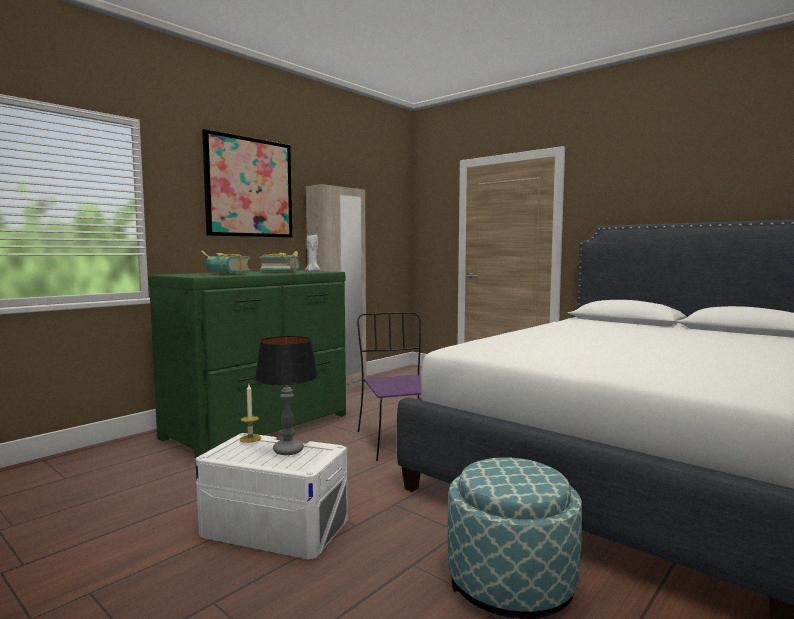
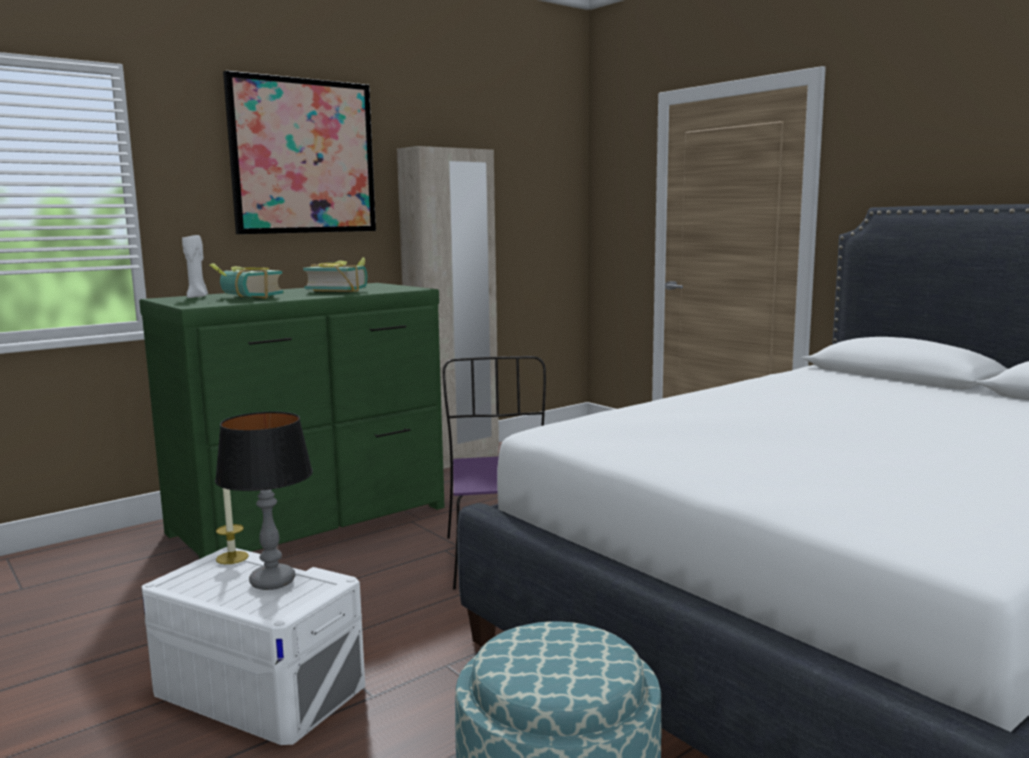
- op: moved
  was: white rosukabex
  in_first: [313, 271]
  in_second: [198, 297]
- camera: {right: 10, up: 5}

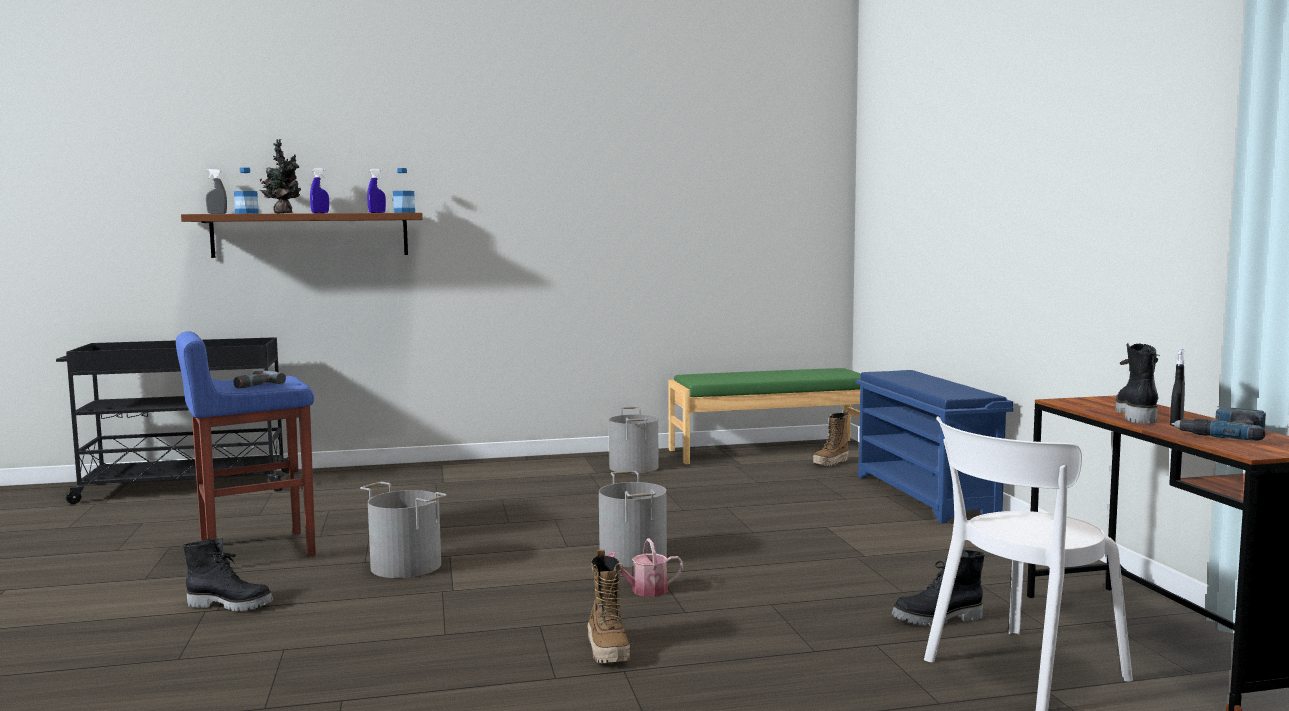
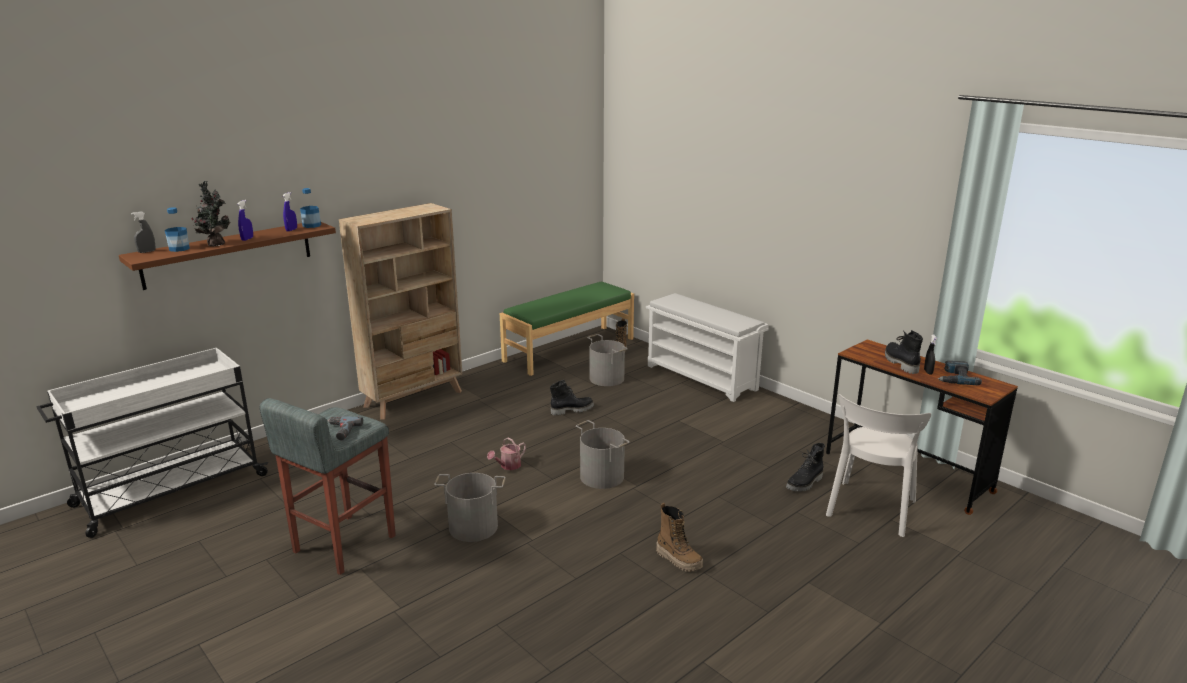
- op: recoloured
  was: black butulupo
  now: white butulupo
  in_first: [183, 487]
  in_second: [169, 491]
- op: recoloured
  was: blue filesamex
  now: grey filesamex
  in_first: [255, 551]
  in_second: [342, 544]
- op: moved
  was: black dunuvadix
  in_first: [231, 605]
  in_second: [572, 410]
- op: moved
  was: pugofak
  in_first: [644, 591]
  in_second: [508, 466]
- op: moved
  was: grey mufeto
  in_first: [634, 467]
  in_second: [607, 378]
- op: recoloured
  was: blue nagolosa
  now: white nagolosa
  in_first: [926, 496]
  in_second: [702, 377]
- op: added
  now: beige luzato
  in_second: [414, 399]
- camera: {right: -30, up: 15}

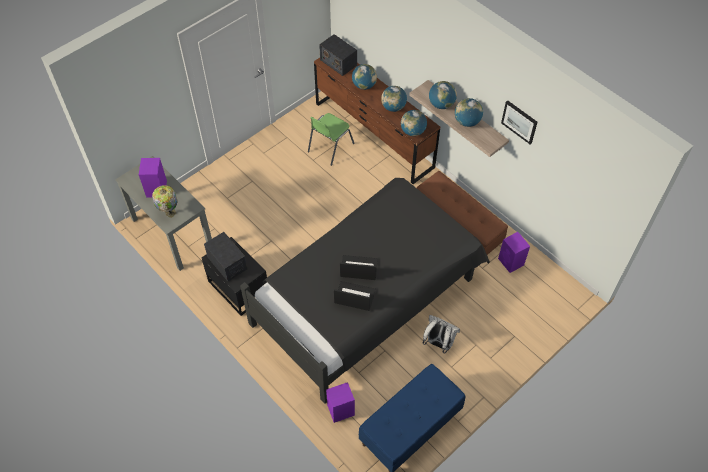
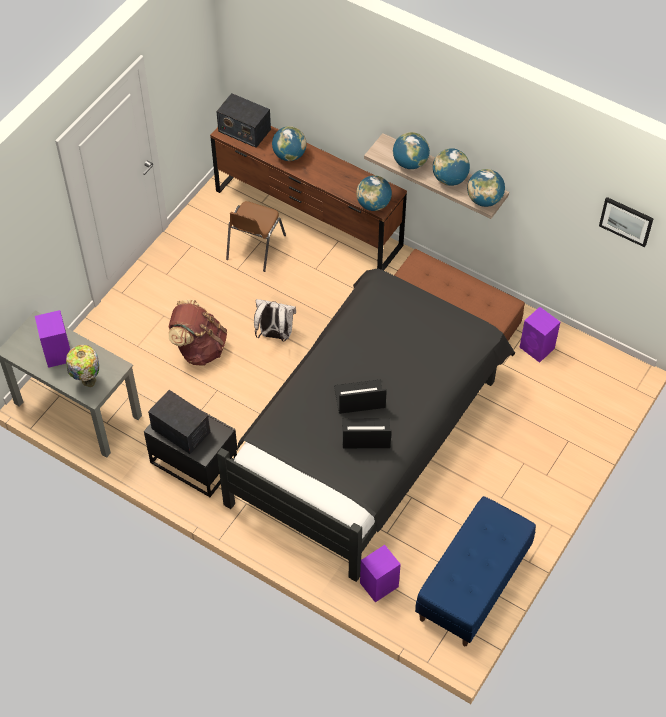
- op: recoloured
  was: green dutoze
  now: brown dutoze
  in_first: [330, 148]
  in_second: [254, 248]
- op: moved
  was: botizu
  in_first: [393, 107]
  in_second: [484, 200]
- op: moved
  was: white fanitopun
  in_first: [438, 343]
  in_second: [274, 334]
- op: moved
  was: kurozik
  in_first: [519, 121]
  in_second: [626, 221]
- op: added
  now: brown fanitopun
  in_second: [199, 348]
- camera: {right: -15, up: 0}

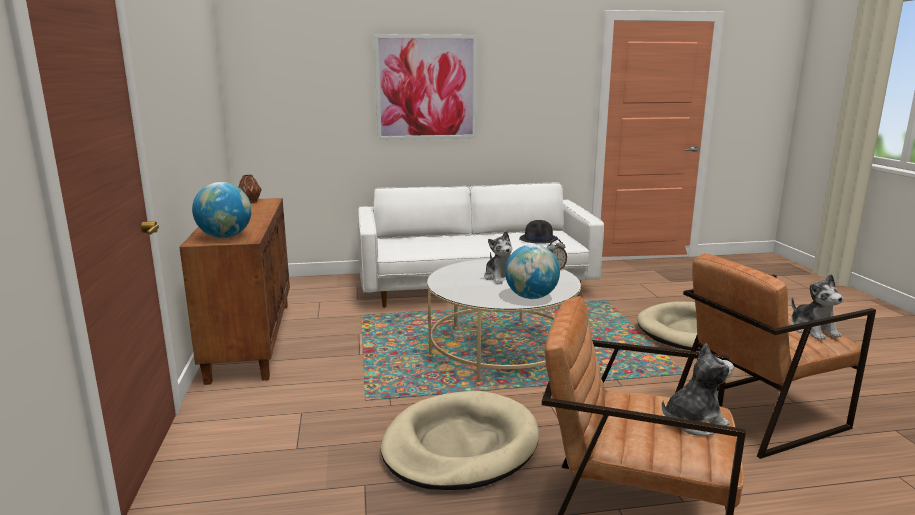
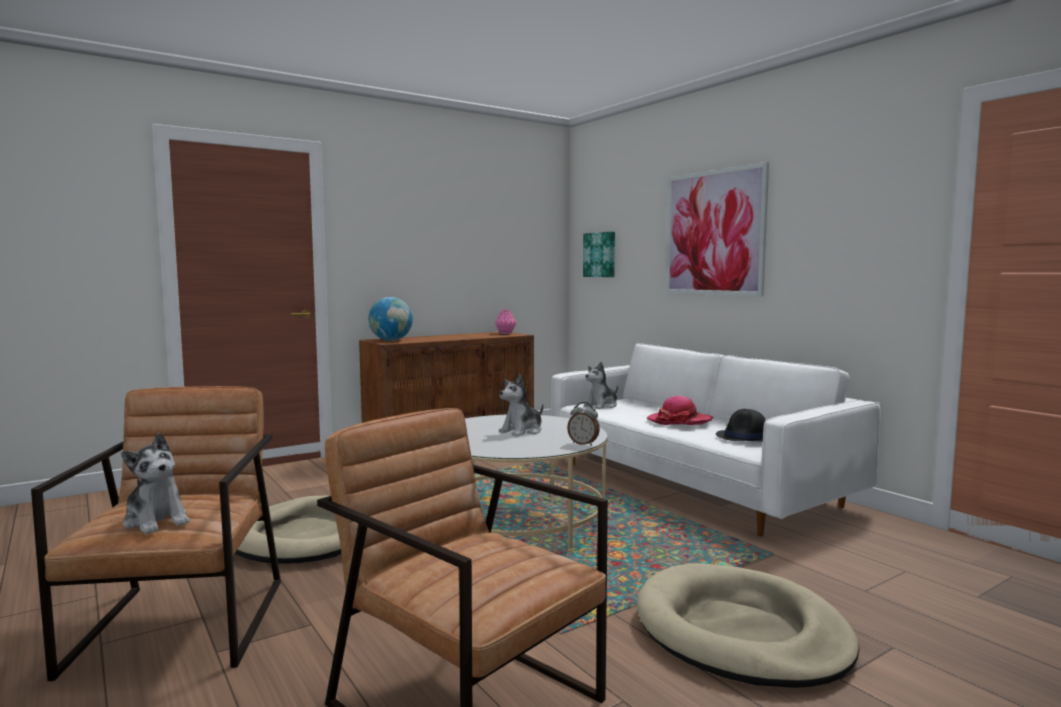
- op: recoloured
  was: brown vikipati
  now: pink vikipati
  in_first: [250, 202]
  in_second: [506, 333]
- op: removed
  was: botizu
  in_first: [531, 297]
- op: moved
  was: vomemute
  in_first: [813, 330]
  in_second: [602, 406]
- op: added
  now: kurozik
  in_second: [600, 254]
- op: added
  now: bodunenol
  in_second: [679, 421]
- camera: {right: 65, up: -10}

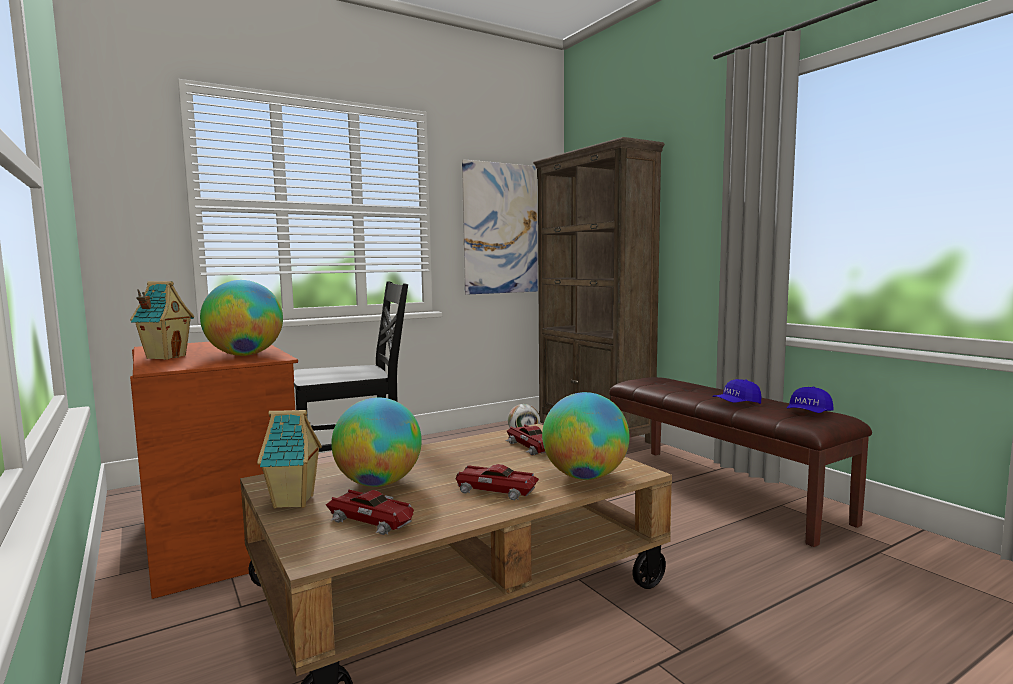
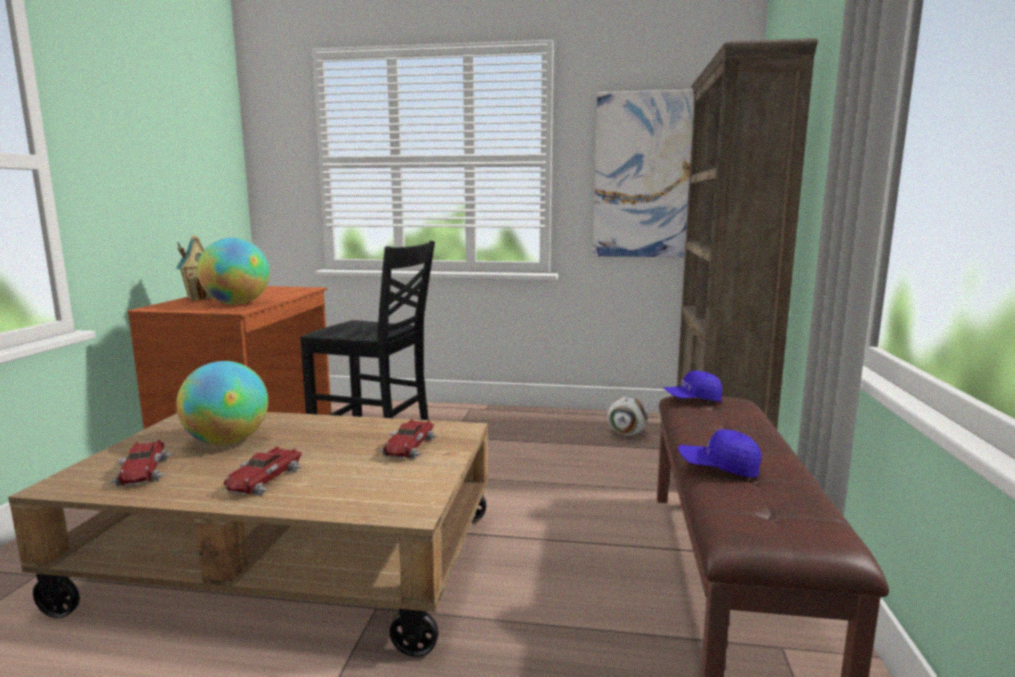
- op: removed
  was: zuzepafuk
  in_first: [294, 502]
- op: turned
  was: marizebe
  in_first: [494, 490]
  in_second: [264, 480]
  clockwise: -135
- op: removed
  was: botizu
  in_first: [585, 476]
- op: moved
  was: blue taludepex
  in_first: [808, 414]
  in_second: [692, 400]
- camera: {right: 40, up: 5}

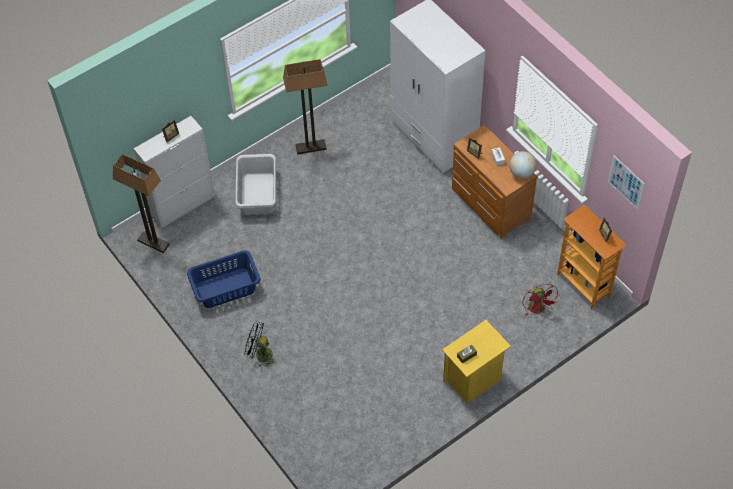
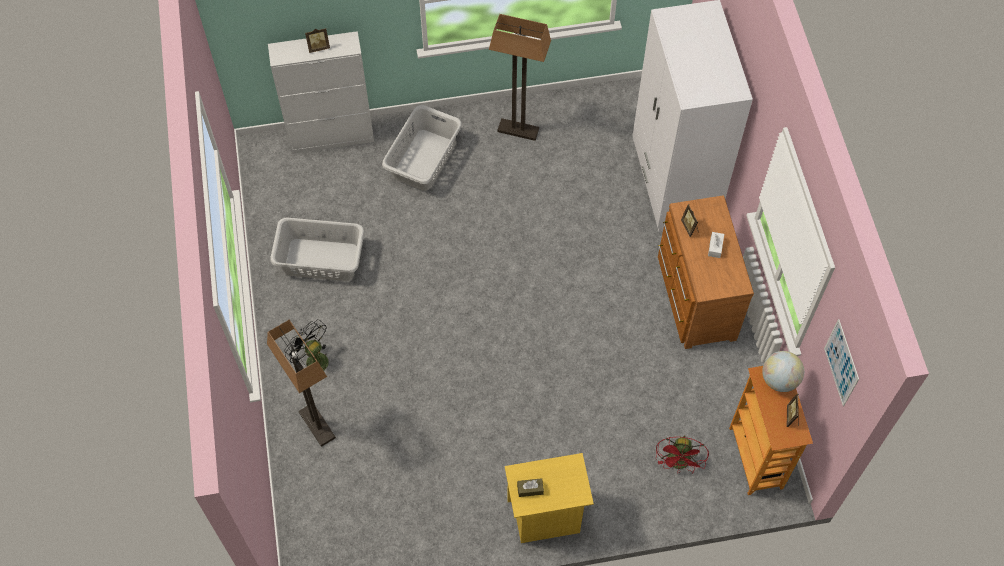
- op: moved
  was: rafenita
  in_first: [153, 243]
  in_second: [316, 425]
- op: recoloured
  was: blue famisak
  now: grey famisak
  in_first: [225, 288]
  in_second: [320, 259]
- op: moved
  was: botizu
  in_first: [521, 173]
  in_second: [779, 380]
- camera: {right: 25, up: 5}

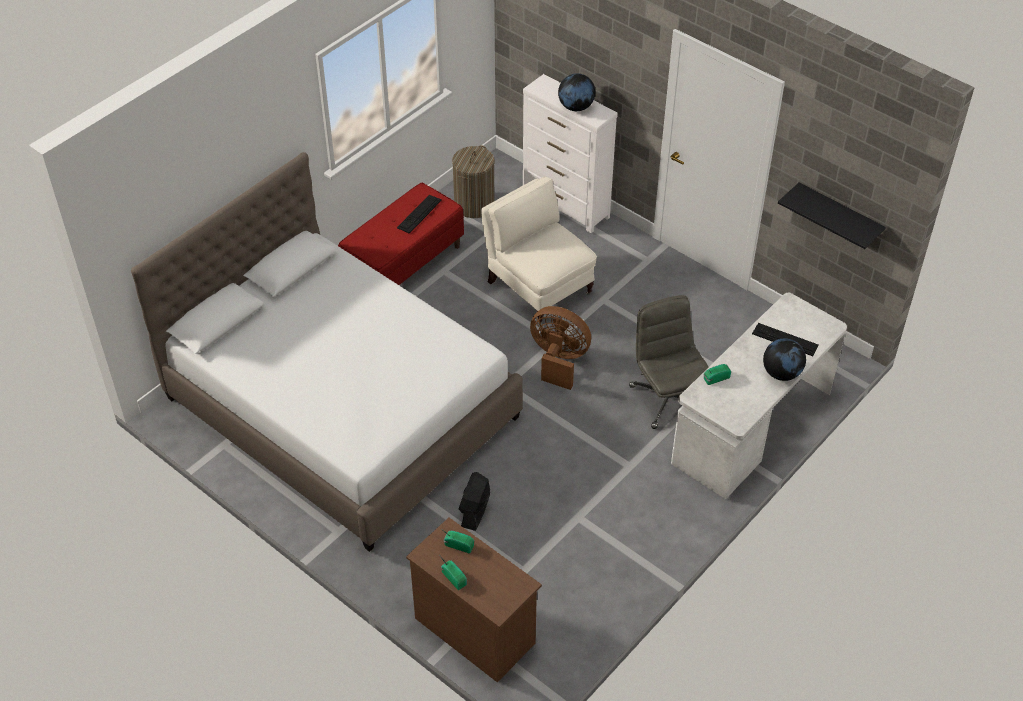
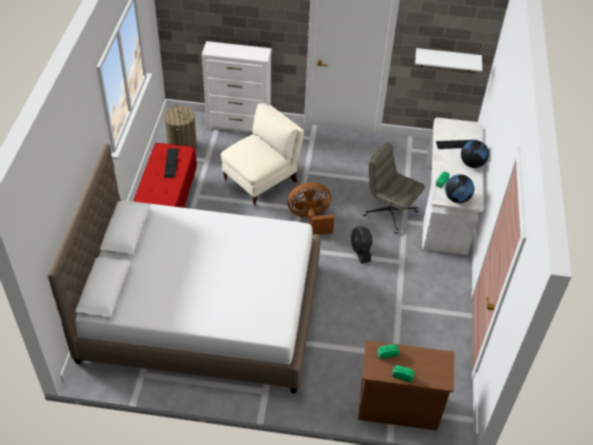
- op: moved
  was: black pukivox
  in_first: [475, 510]
  in_second: [360, 251]
- op: turned
  was: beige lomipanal
  in_first: [538, 286]
  in_second: [262, 180]
  clockwise: 120
- op: moved
  was: botizu
  in_first: [576, 107]
  in_second: [457, 198]
- op: recoloured
  was: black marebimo
  now: white marebimo
  in_first: [839, 216]
  in_second: [447, 60]
- camera: {right: -35, up: 0}

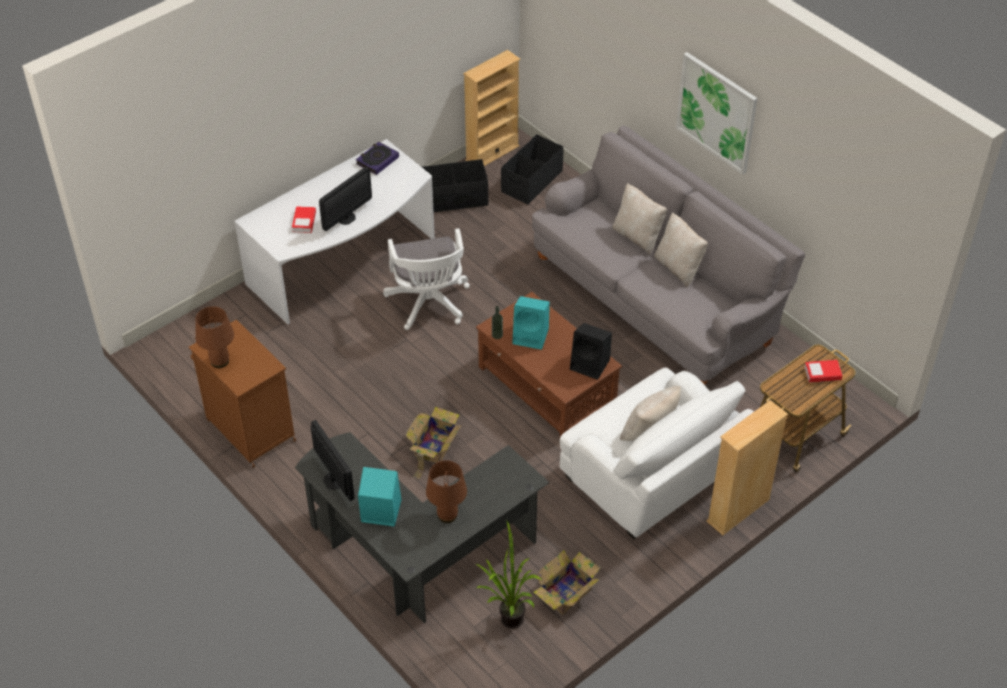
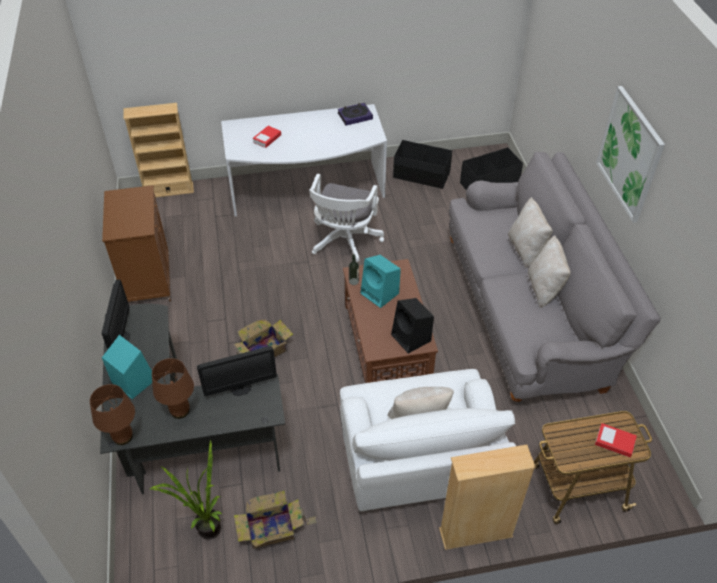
- op: moved
  was: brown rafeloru
  in_first: [219, 361]
  in_second: [122, 437]
- op: moved
  was: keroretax
  in_first: [346, 218]
  in_second: [240, 388]
- op: moved
  was: beige luzato
  in_first: [492, 153]
  in_second: [169, 190]
- camera: {right: 30, up: 0}

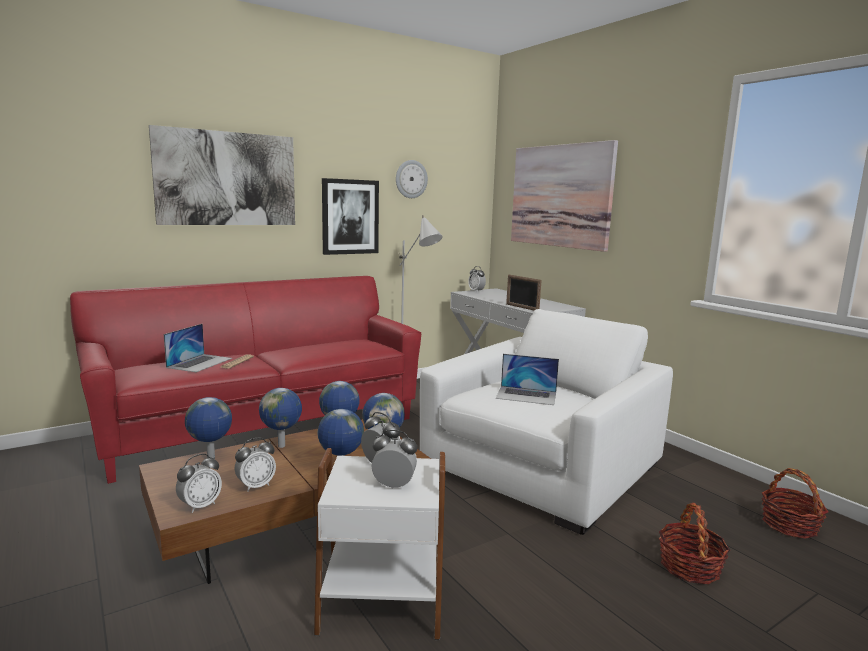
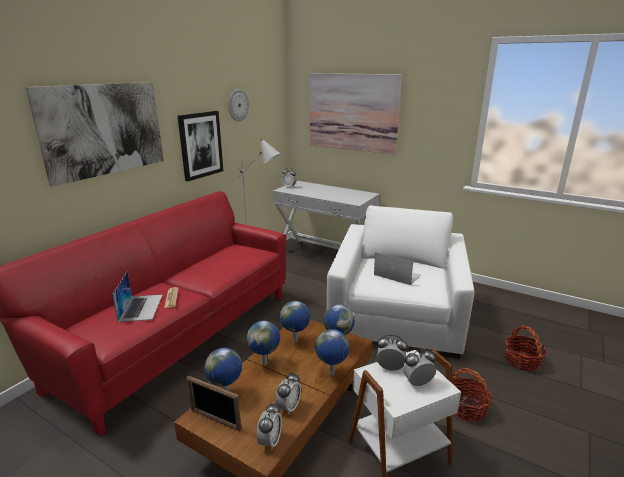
- op: turned
  was: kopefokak
  in_first: [526, 395]
  in_second: [397, 274]
  clockwise: -135
- op: moved
  was: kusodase
  in_first: [522, 307]
  in_second: [215, 420]
- op: moved
  was: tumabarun
  in_first: [790, 525]
  in_second: [466, 408]
- camera: {right: -25, up: 10}

